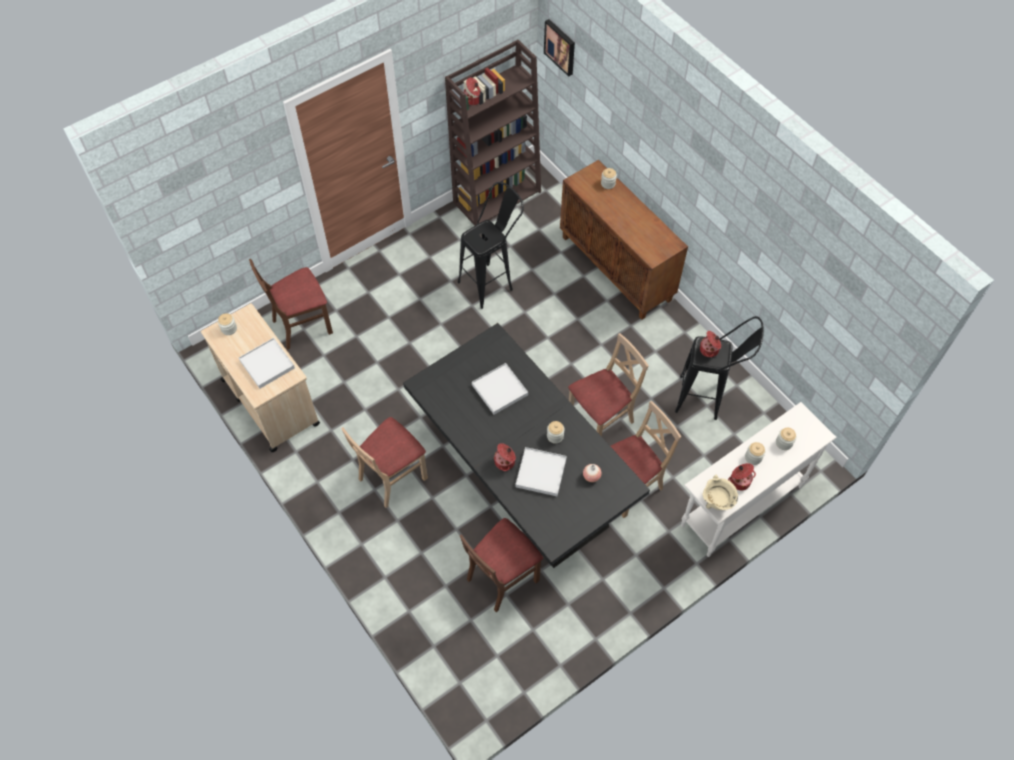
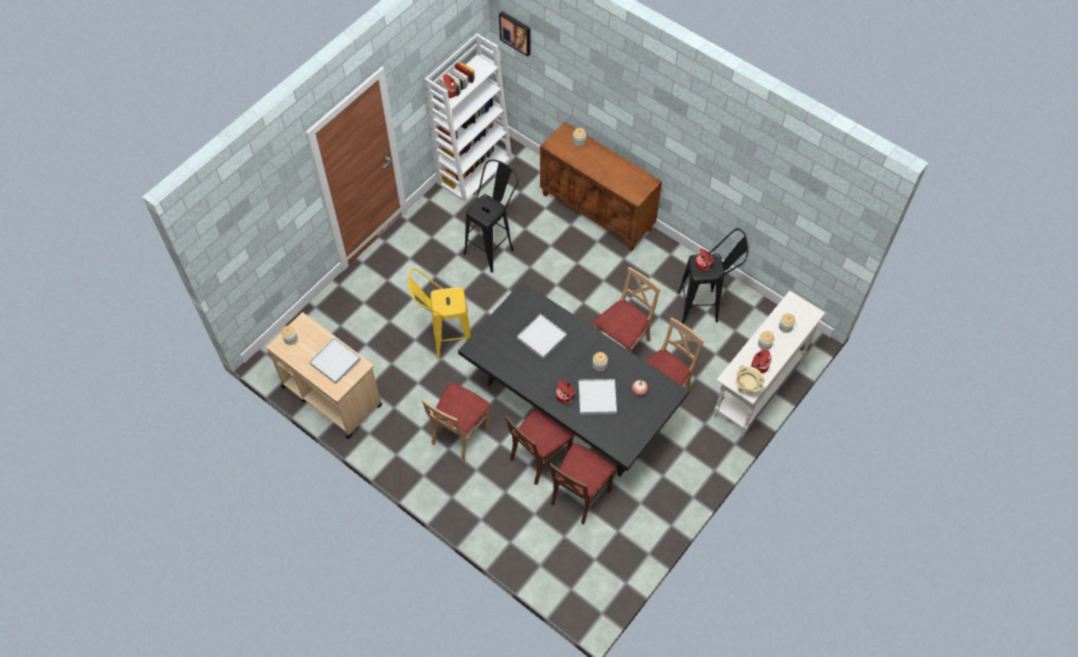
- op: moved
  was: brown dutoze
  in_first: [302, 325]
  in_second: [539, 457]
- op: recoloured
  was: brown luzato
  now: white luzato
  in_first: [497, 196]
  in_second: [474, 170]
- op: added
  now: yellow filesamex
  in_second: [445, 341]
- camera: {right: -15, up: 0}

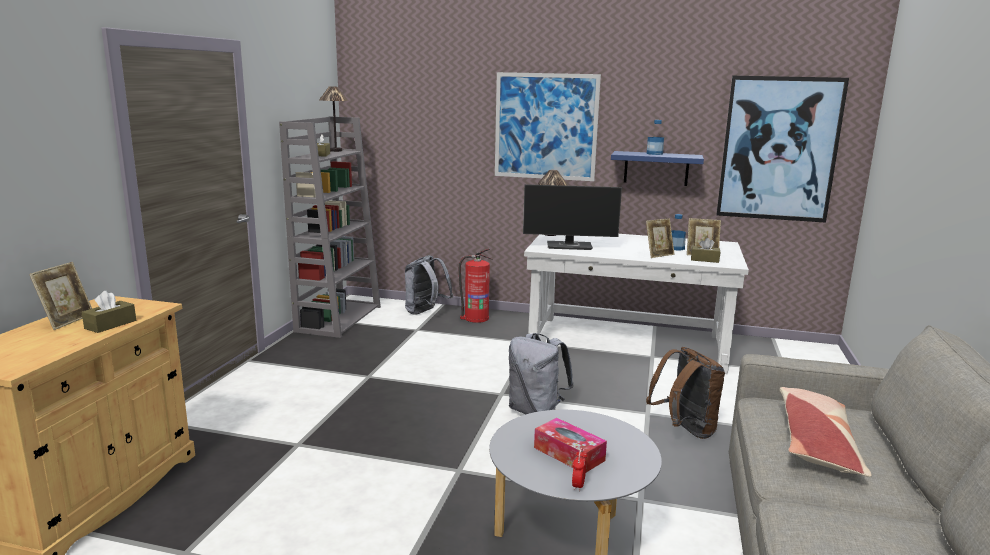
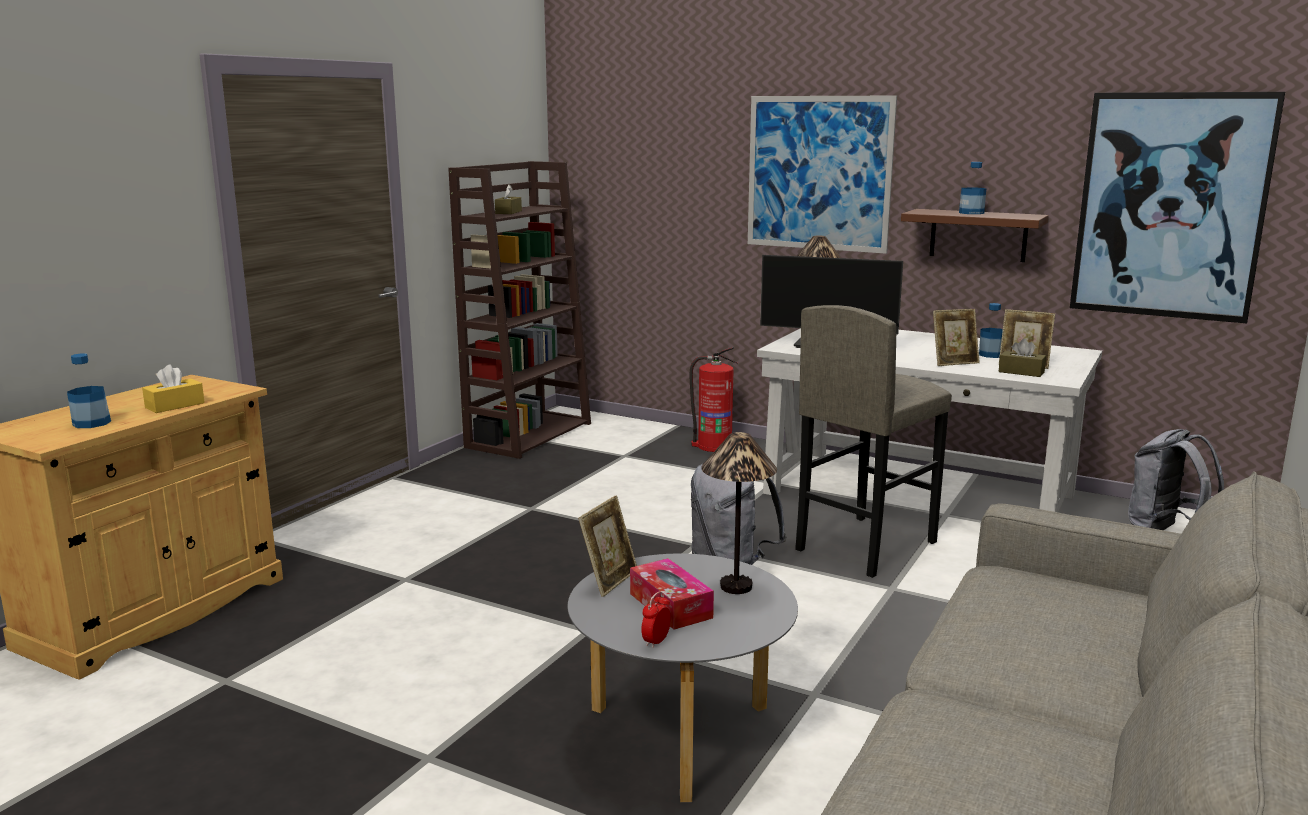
- op: moved
  was: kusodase
  in_first: [67, 321]
  in_second: [609, 580]
- op: recoloured
  was: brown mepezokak
  now: yellow mepezokak
  in_first: [110, 324]
  in_second: [175, 405]
- op: recoloured
  was: grey luzato
  now: brown luzato
  in_first: [338, 318]
  in_second: [529, 435]
- op: moved
  was: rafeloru
  in_first: [336, 151]
  in_second: [736, 586]
- op: moved
  was: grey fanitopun
  in_first: [425, 312]
  in_second: [1165, 531]
- op: recoloured
  was: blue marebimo
  now: brown marebimo
  in_first: [656, 168]
  in_second: [978, 235]
- op: removed
  was: brown fanitopun
  in_first: [684, 430]
- op: removed
  was: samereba
  in_first: [817, 442]
- op: added
  now: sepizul
  in_second: [92, 423]
- op: added
  now: grey filesamex
  in_second: [864, 546]
- camera: {right: 15, up: 0}

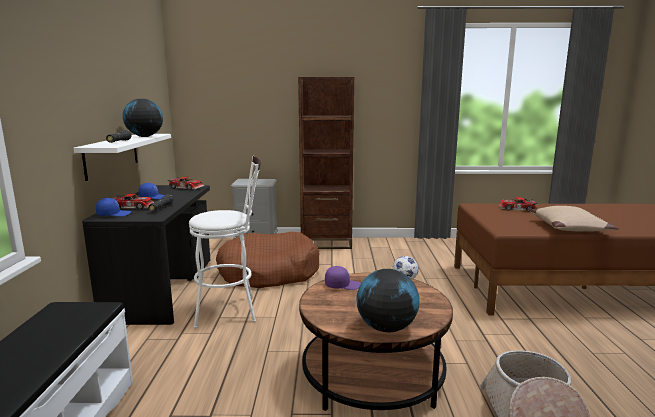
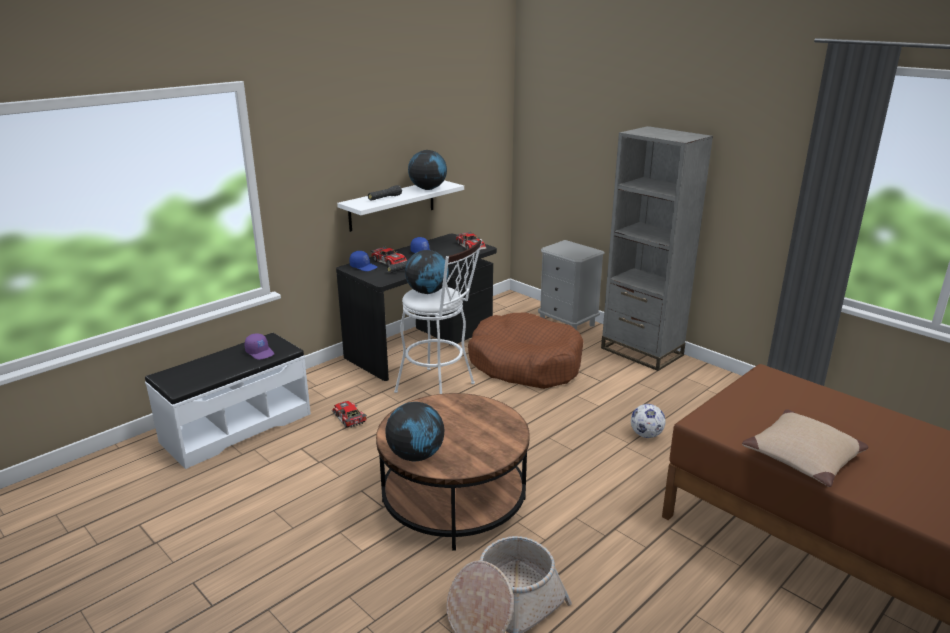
- op: recoloured
  was: brown luzato
  now: grey luzato
  in_first: [326, 243]
  in_second: [641, 351]
- op: moved
  was: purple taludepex
  in_first: [342, 285]
  in_second: [260, 352]
- op: moved
  was: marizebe
  in_first: [516, 209]
  in_second: [348, 418]
- op: added
  now: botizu
  in_second: [427, 292]
- camera: {right: 45, up: 10}

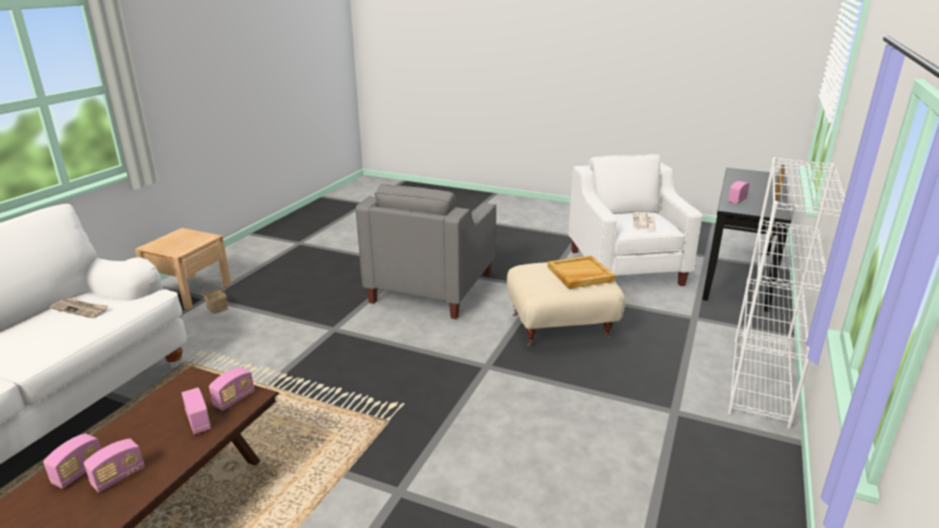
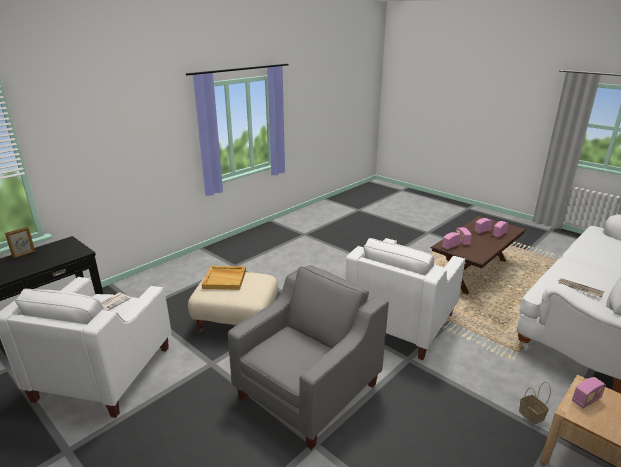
- op: removed
  was: white luzato
  in_first: [760, 381]
- op: moved
  was: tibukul
  in_first: [736, 201]
  in_second: [586, 400]
- op: added
  now: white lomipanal
  in_second: [401, 322]
- camera: {right: -160, up: 0}

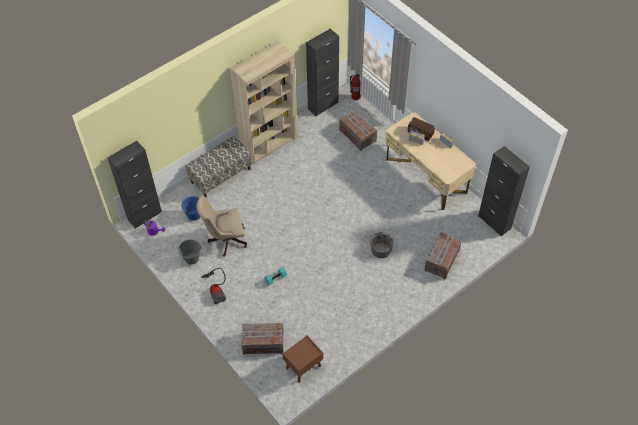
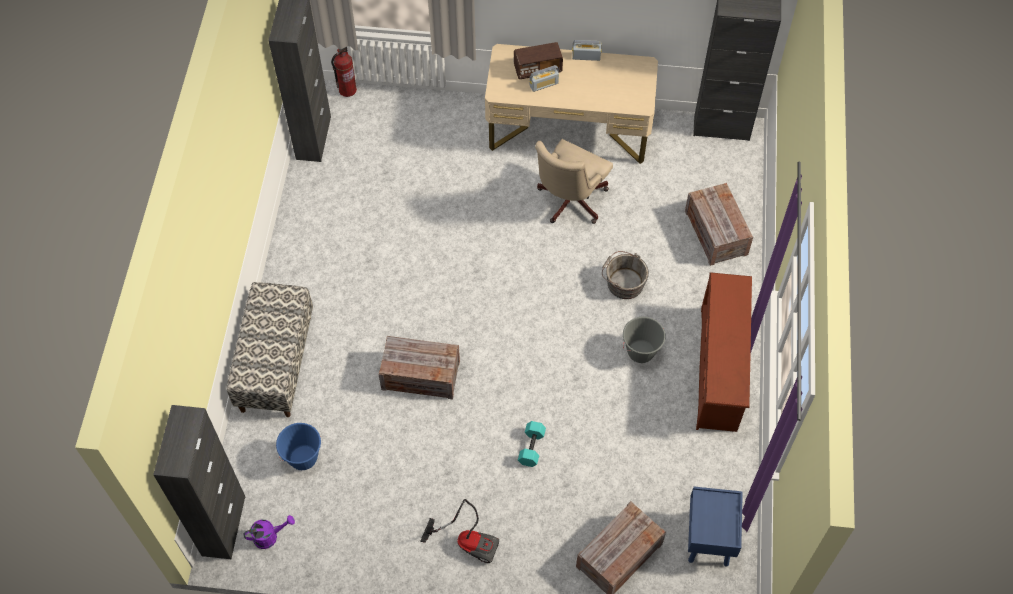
- op: moved
  was: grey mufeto
  in_first: [192, 258]
  in_second: [641, 352]
- op: moved
  was: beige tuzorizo
  in_first: [225, 239]
  in_second: [569, 202]
- op: removed
  was: beige luzato
  in_first: [269, 143]
- op: recoloured
  was: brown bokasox
  now: blue bokasox
  in_first: [303, 367]
  in_second: [709, 539]
- op: moved
  was: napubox
  in_first: [357, 135]
  in_second: [420, 375]
- op: added
  now: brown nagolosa
  in_second: [719, 370]
- camera: {right: -45, up: 5}

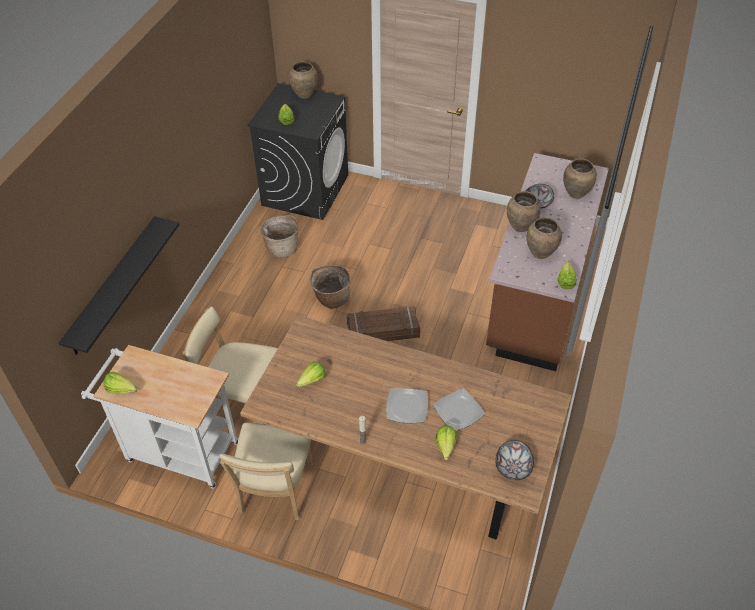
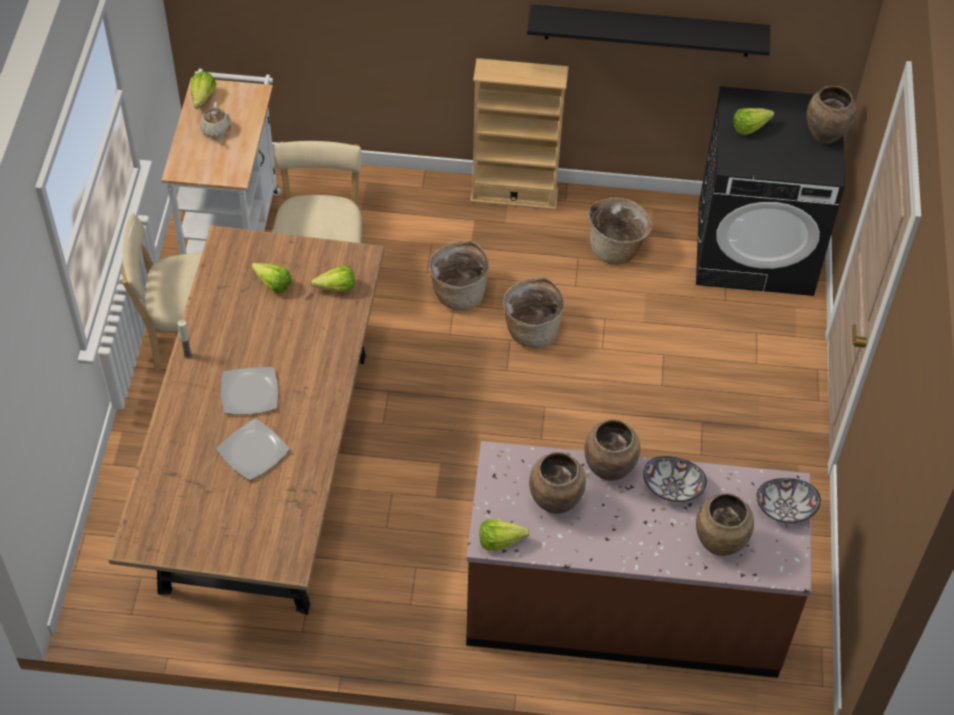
- op: moved
  was: black marebimo
  in_first: [113, 286]
  in_second: [647, 30]
- op: removed
  was: napubox
  in_first: [383, 330]
- op: moved
  was: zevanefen
  in_first: [445, 449]
  in_second: [333, 288]
- op: moved
  was: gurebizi
  in_first: [512, 467]
  in_second: [785, 508]
- op: added
  now: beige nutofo
  in_second: [216, 130]
- op: added
  now: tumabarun
  in_second: [458, 292]
- op: added
  now: beige luzato
  in_second: [514, 195]
- camera: {right: 75, up: 5}

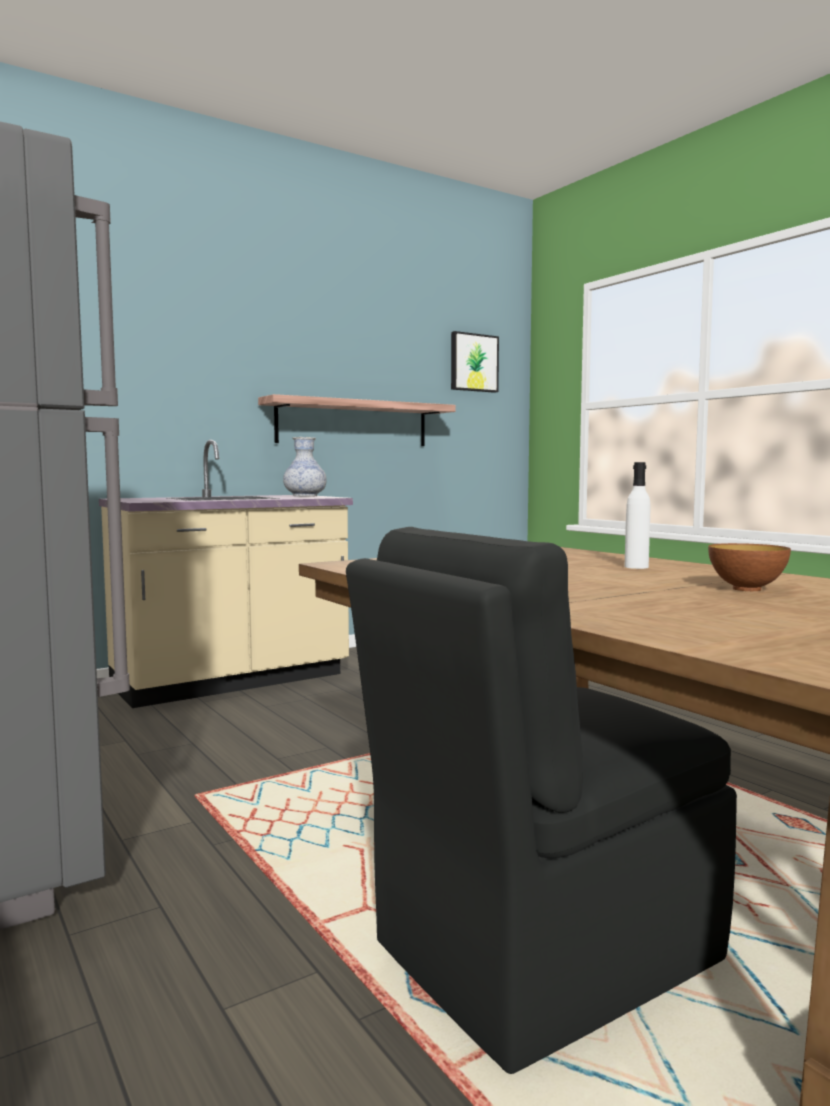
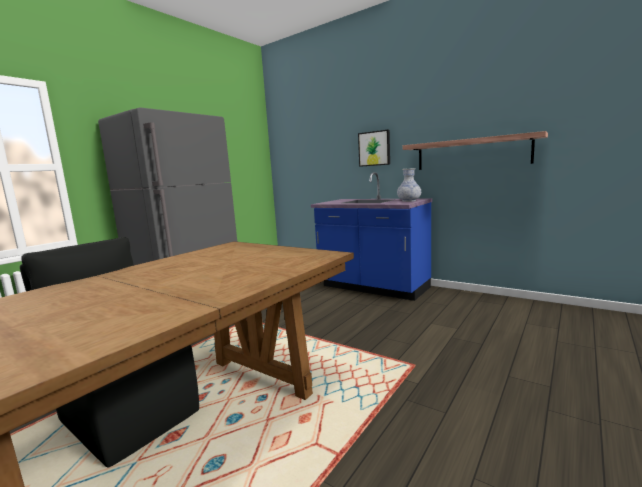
- op: recoloured
  was: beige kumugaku
  now: blue kumugaku
  in_first: [232, 682]
  in_second: [372, 288]
- op: moved
  was: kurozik
  in_first: [473, 363]
  in_second: [374, 148]
- op: removed
  was: white sepizul
  in_first: [636, 567]
- op: removed
  was: gurebizi
  in_first: [746, 589]
- camera: {right: 70, up: 5}

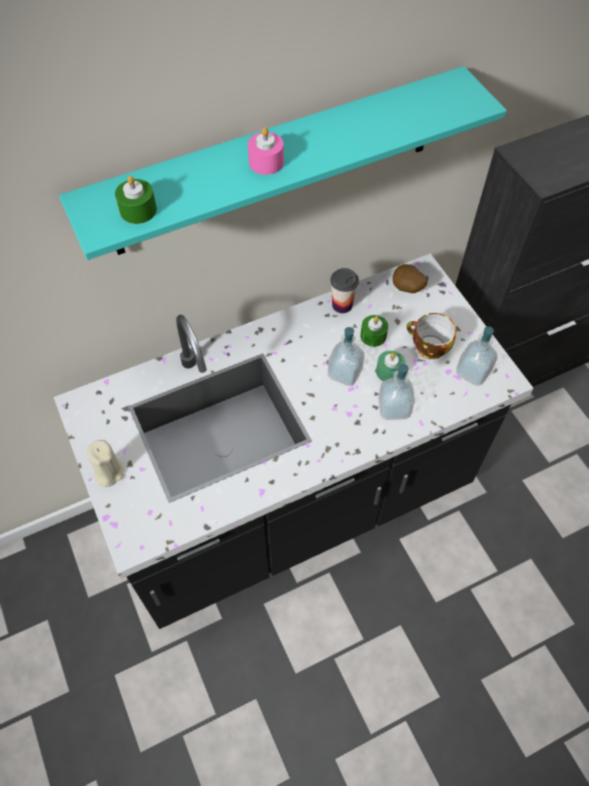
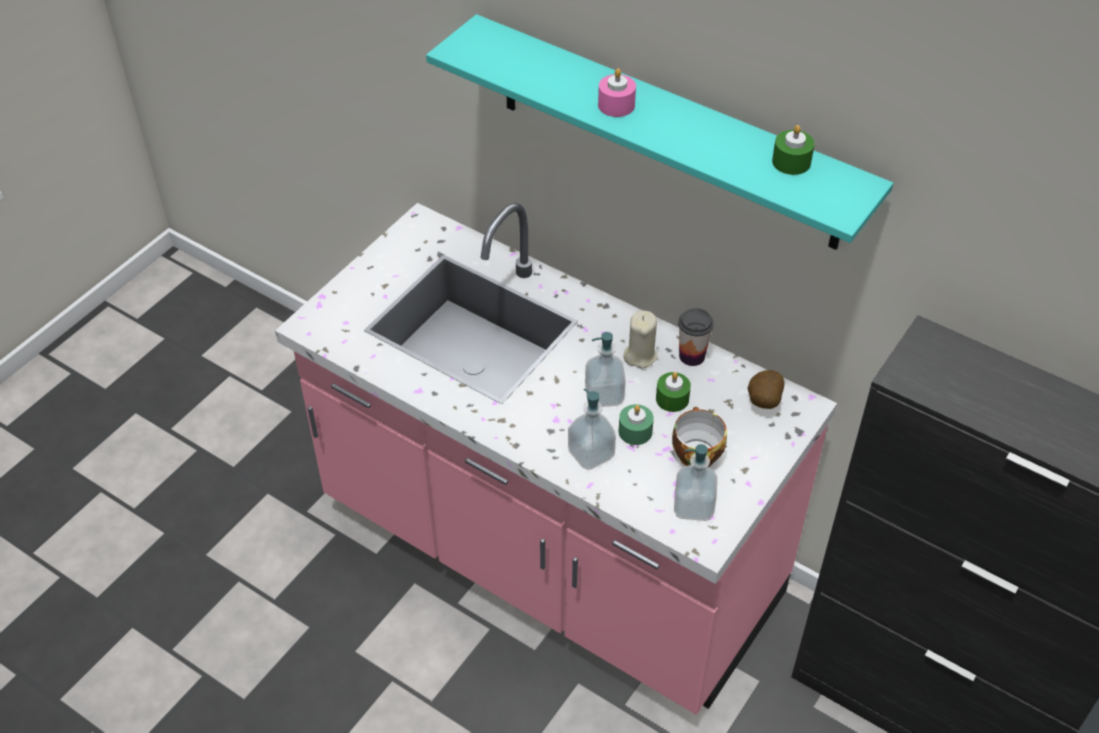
- op: recoloured
  was: black kumugaku
  now: pink kumugaku
  in_first: [294, 504]
  in_second: [549, 555]
- op: moved
  was: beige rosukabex
  in_first: [108, 472]
  in_second: [640, 355]
- op: moved
  was: green rosukabex
  in_first: [138, 210]
  in_second: [791, 162]
- camera: {right: 60, up: -10}

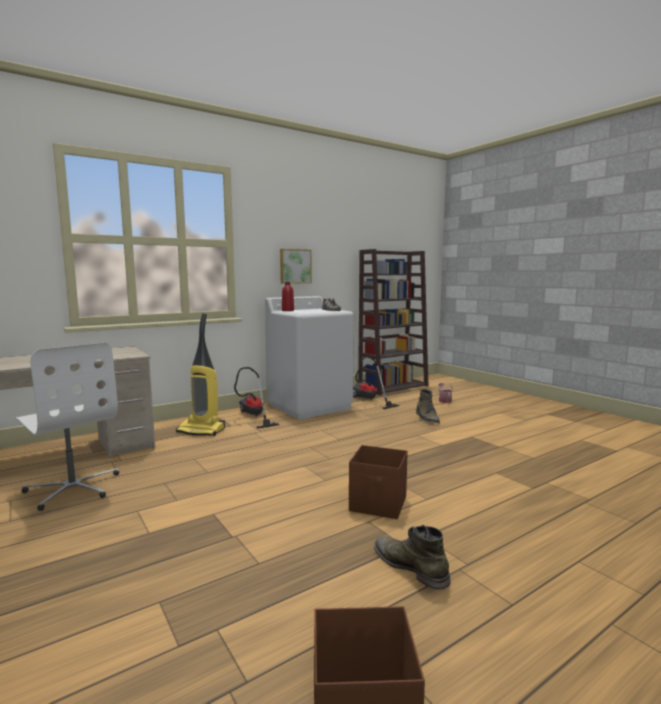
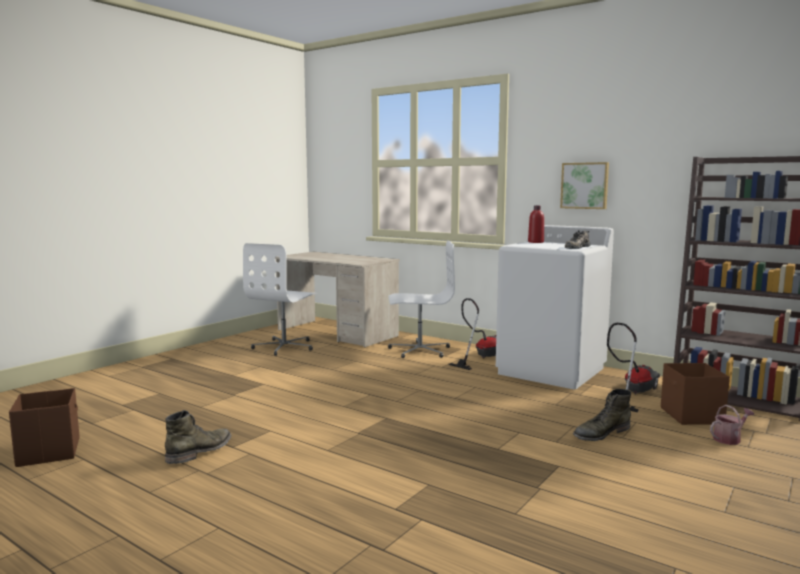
- op: replaced
  was: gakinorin
  now: white tuzorizo
  in_first: [202, 430]
  in_second: [419, 350]
- op: moved
  was: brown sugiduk
  in_first: [379, 504]
  in_second: [691, 416]
- camera: {right: 70, up: 0}

